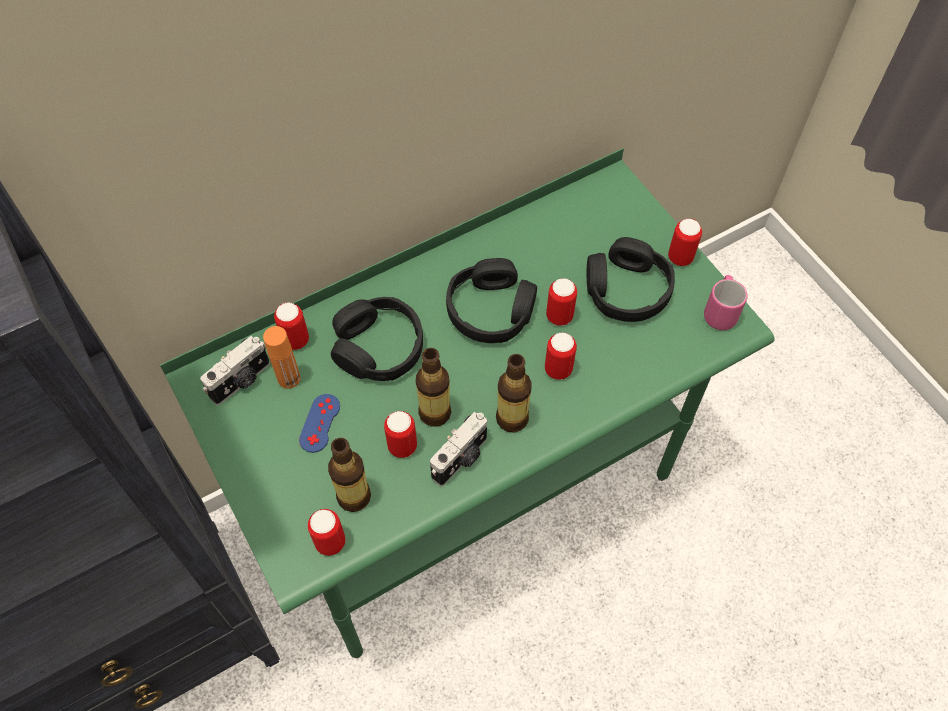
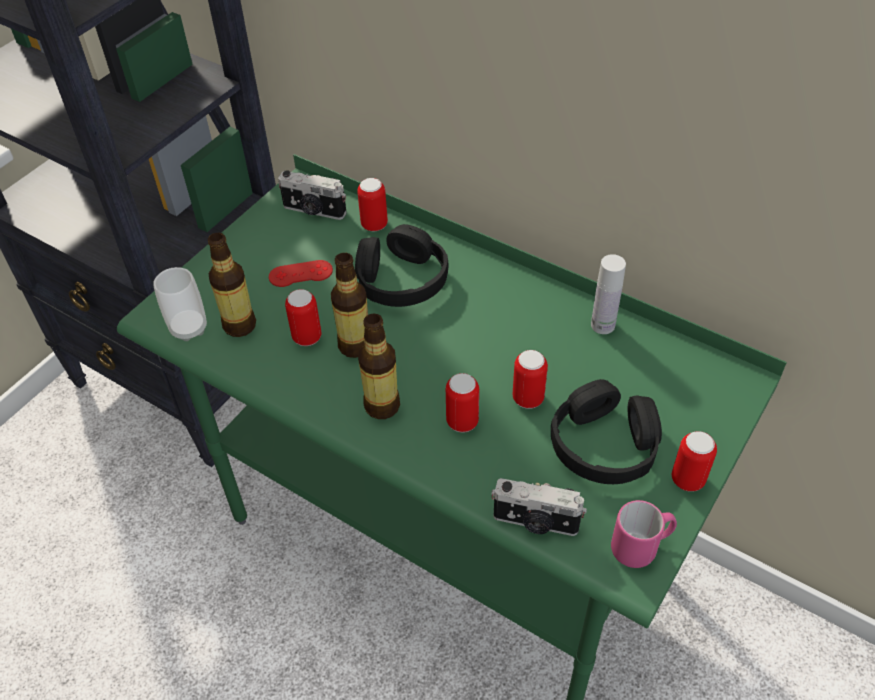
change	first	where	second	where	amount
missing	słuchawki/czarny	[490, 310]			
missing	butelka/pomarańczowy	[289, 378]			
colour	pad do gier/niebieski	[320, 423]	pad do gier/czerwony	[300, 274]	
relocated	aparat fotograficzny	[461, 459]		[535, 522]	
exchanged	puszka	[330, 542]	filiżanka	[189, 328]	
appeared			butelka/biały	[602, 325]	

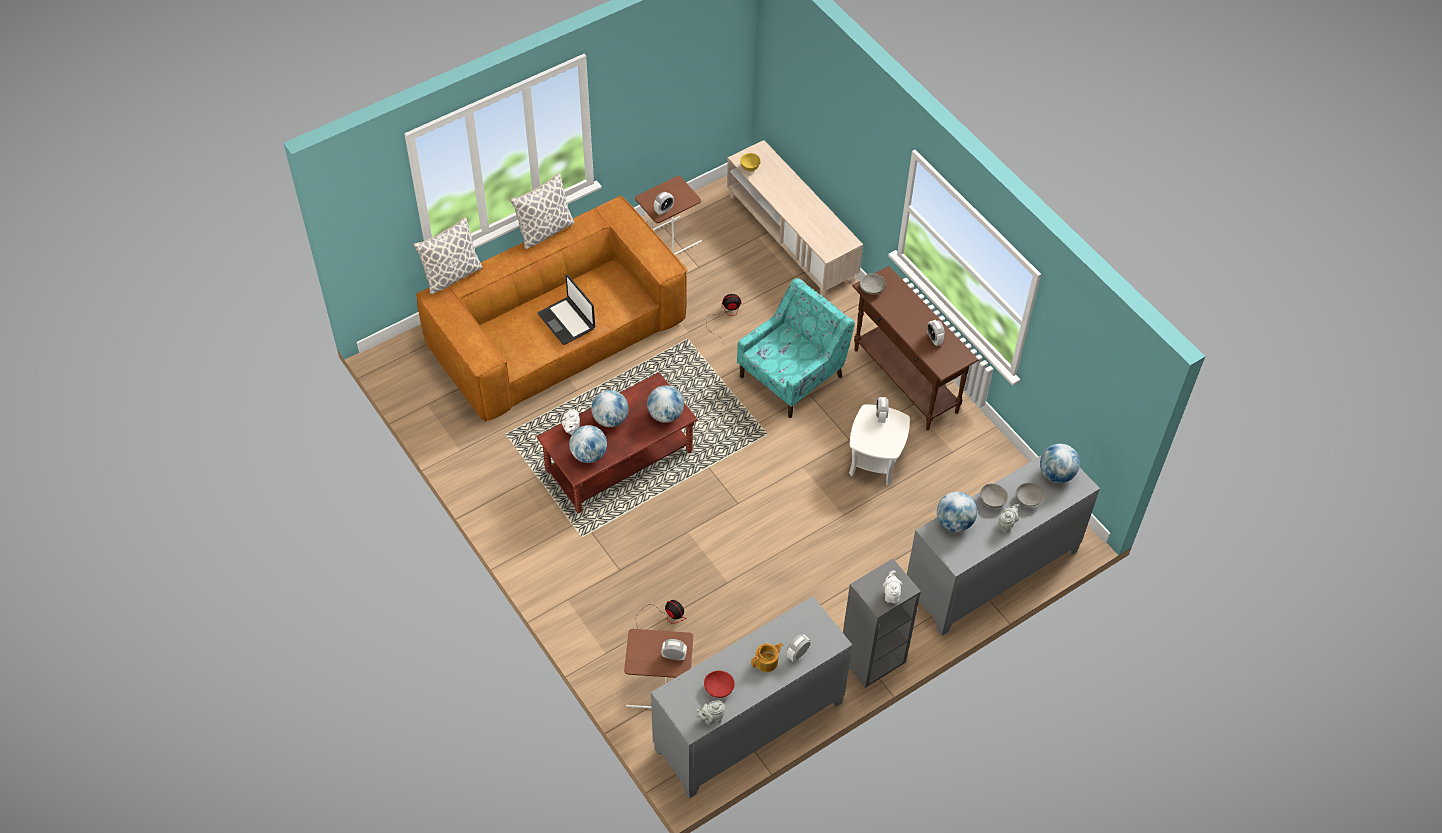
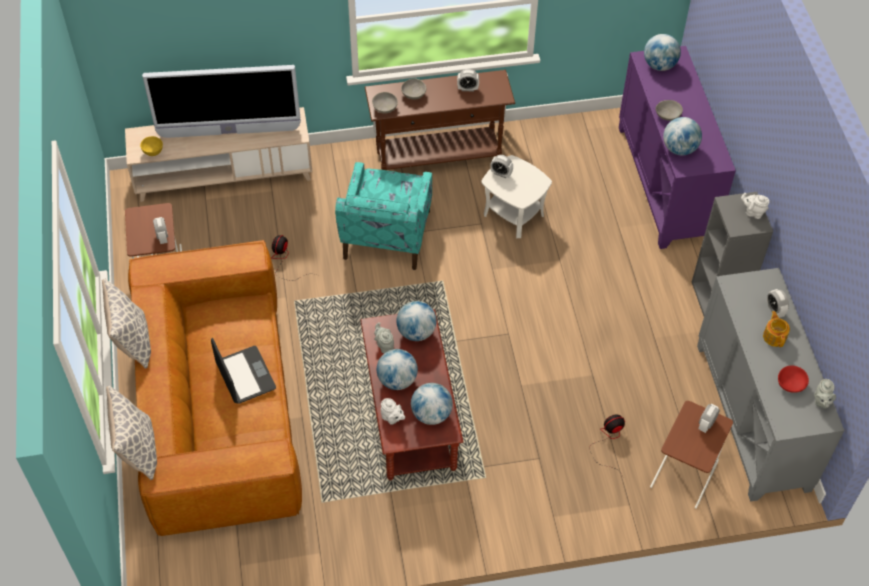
change	first	where	second	where	amount
spun	laptop	[567, 321]		[245, 376]	105 degrees counterclockwise
spun	fotel/turkusowy	[792, 376]		[386, 236]	150 degrees counterclockwise
colour	szafka/szary	[992, 572]	szafka/fioletowy	[665, 183]	
relocated	miska/szary	[1028, 499]		[413, 94]	
relocated	imbryk/szary	[1006, 524]		[384, 345]	
appeared			telewizor	[229, 132]	

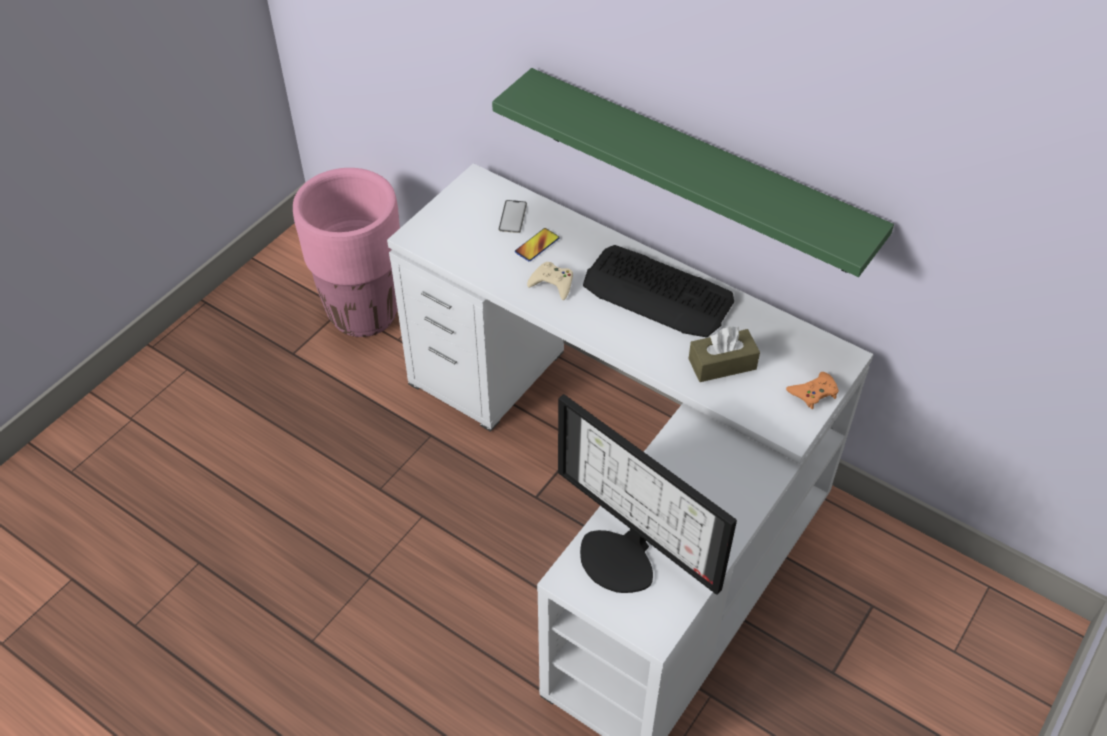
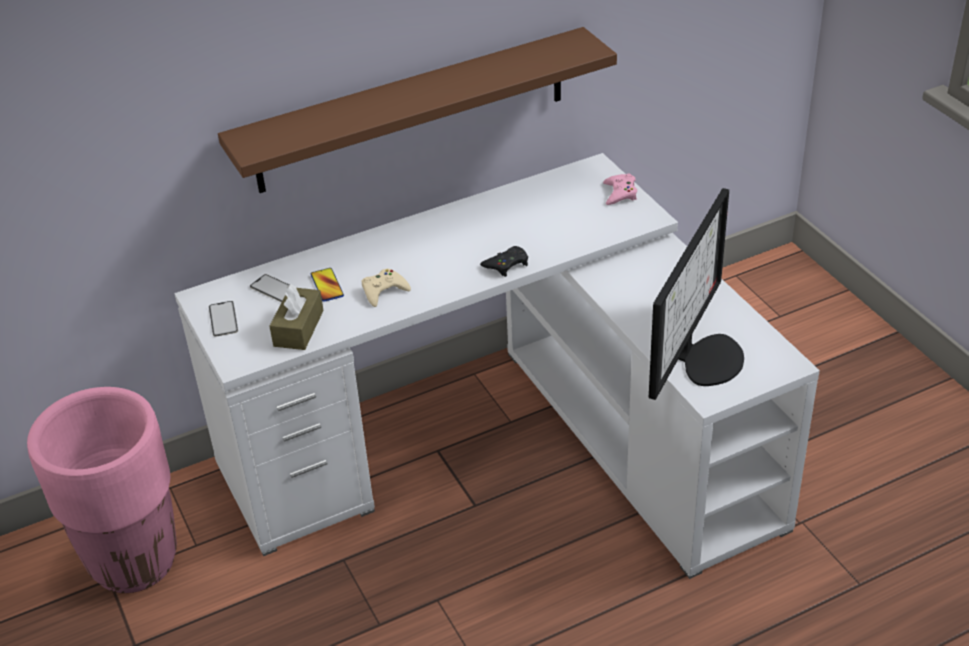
change	first	where	second	where	amount
colour	półka/zielony	[697, 171]	półka/brązowy	[412, 111]	
missing	klawiatura	[657, 293]			
relocated	pudełko chusteczek/brązowy	[722, 364]		[298, 328]	
colour	pad do gier/pomarańczowy	[813, 393]	pad do gier/różowy	[620, 193]	
spun	monitor	[623, 556]		[705, 357]	45 degrees counterclockwise
appeared			pad do gier/czarny	[506, 264]	
appeared			telefon	[223, 319]	

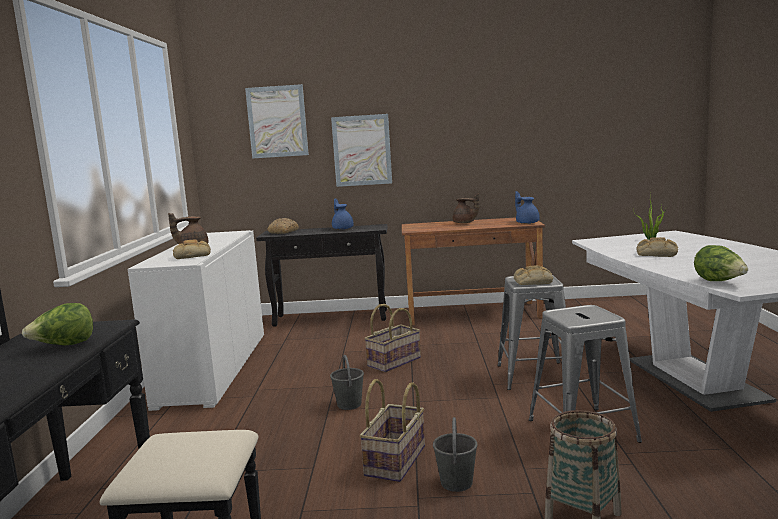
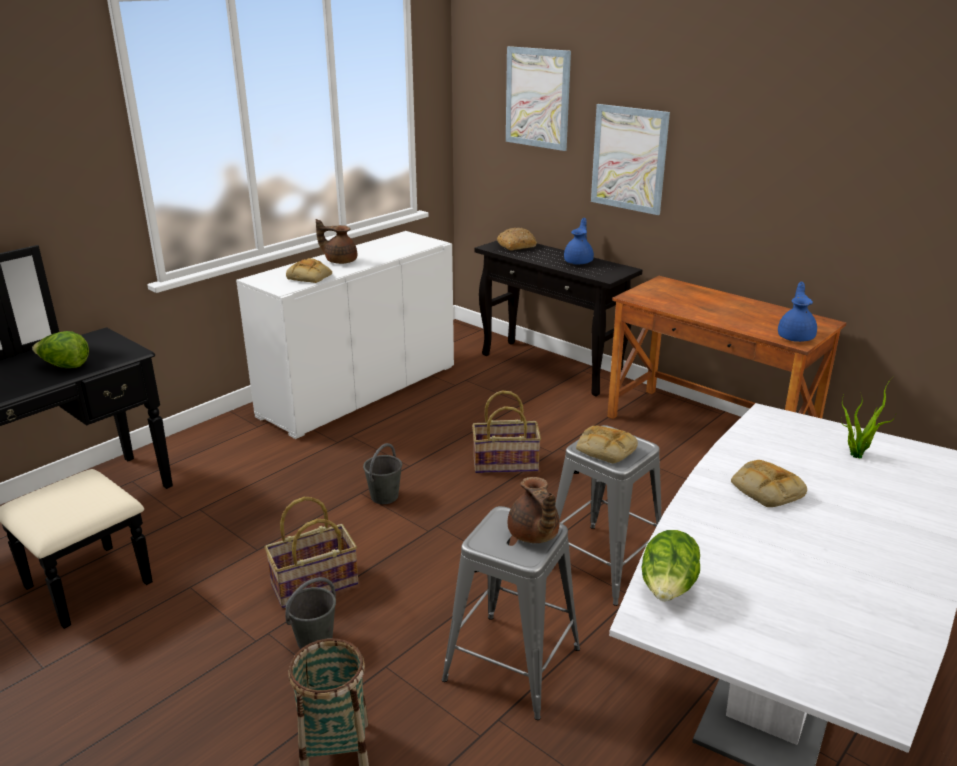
change	first	where	second	where	amount
relocated	imbryk/brązowy	[465, 223]		[533, 535]	

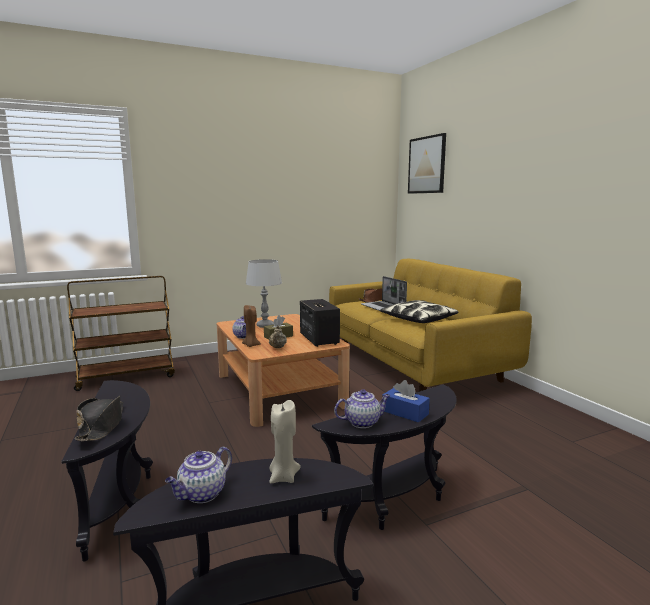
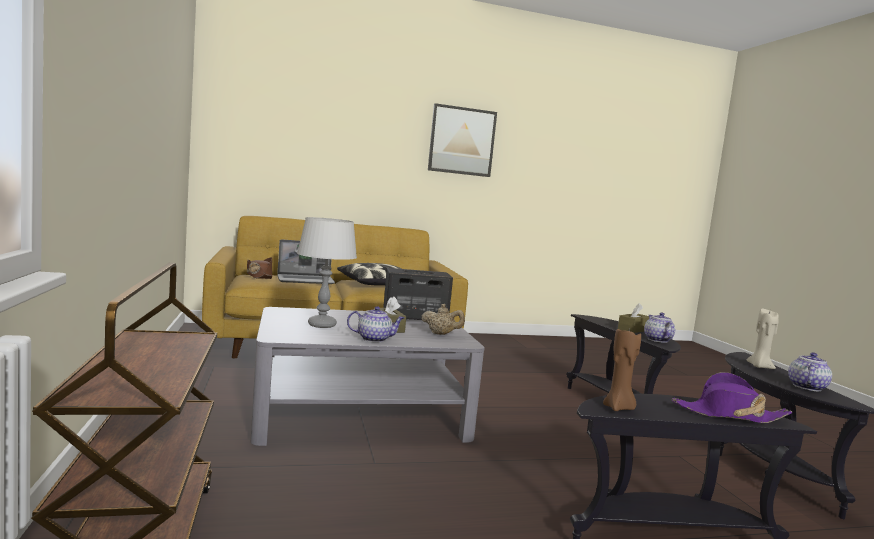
change	first	where	second	where	amount
relocated	obraz	[427, 165]		[462, 141]	
relocated	świeca/brązowy	[251, 345]		[619, 408]	
colour	ława/brązowy	[279, 390]	ława/szary	[360, 413]	
colour	pudełko chusteczek/niebieski	[405, 412]	pudełko chusteczek/brązowy	[633, 329]	
colour	kapelusz/czarny	[102, 426]	kapelusz/fioletowy	[729, 414]	
spun	imbryk	[201, 494]		[806, 387]	105 degrees counterclockwise

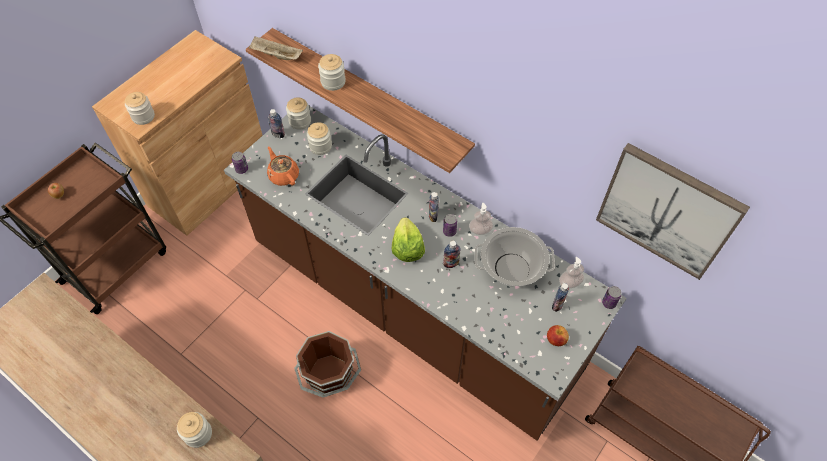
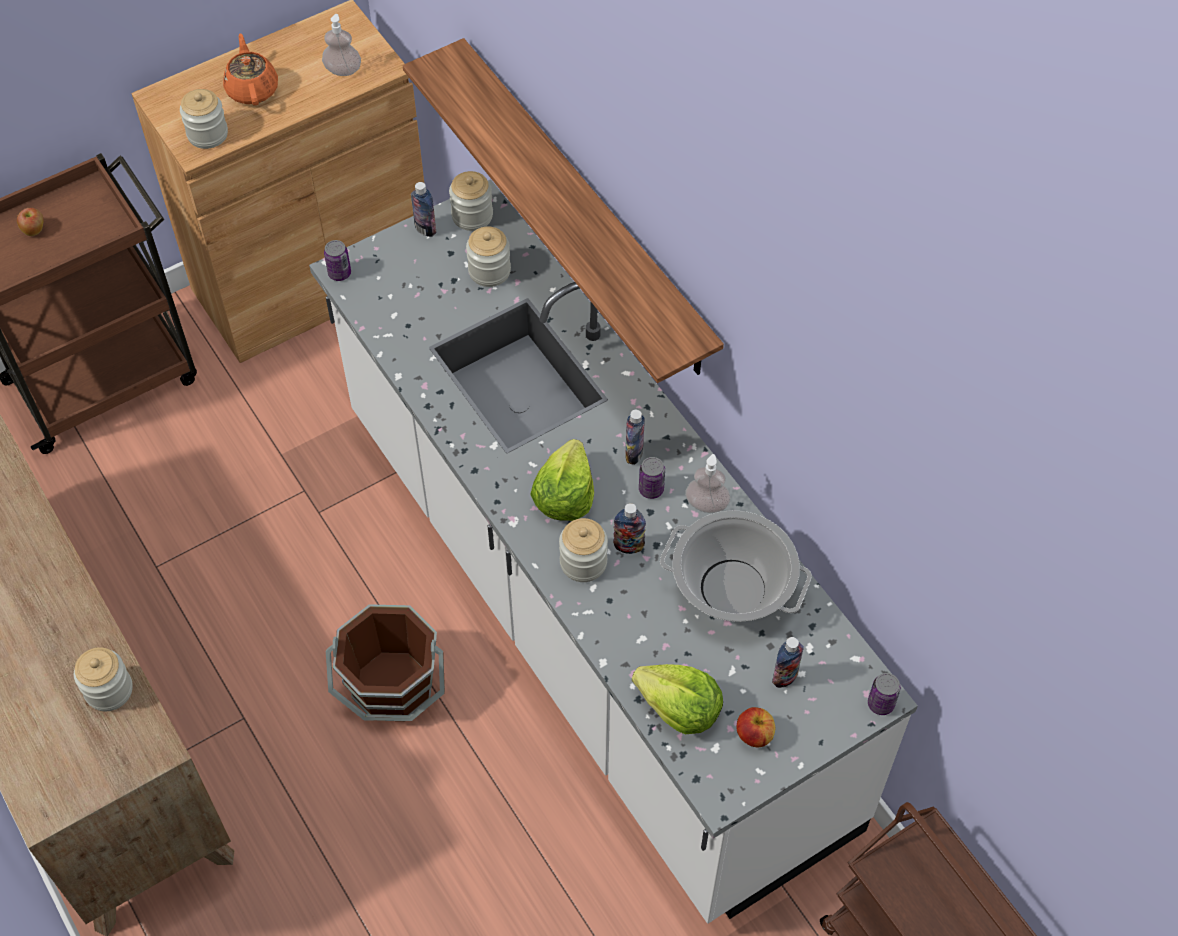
change	first	where	second	where	amount
missing	taca/beżowy	[276, 56]			
relocated	słoik	[333, 82]		[583, 562]	
colour	zabudowa kuchenna/brązowy	[413, 307]	zabudowa kuchenna/biały	[588, 616]	
missing	obraz	[667, 211]			
relocated	imbryk/pomarańczowy	[283, 175]		[252, 89]	
relocated	dozownik mydła	[569, 283]		[343, 70]	
appeared			sałata	[679, 709]	

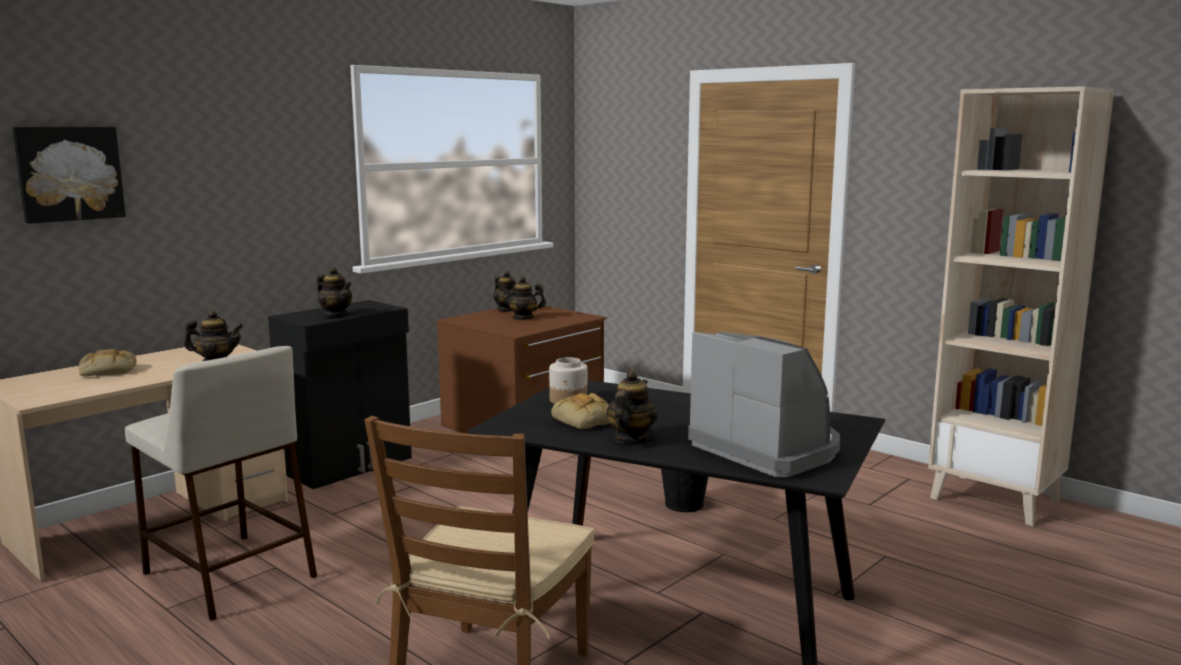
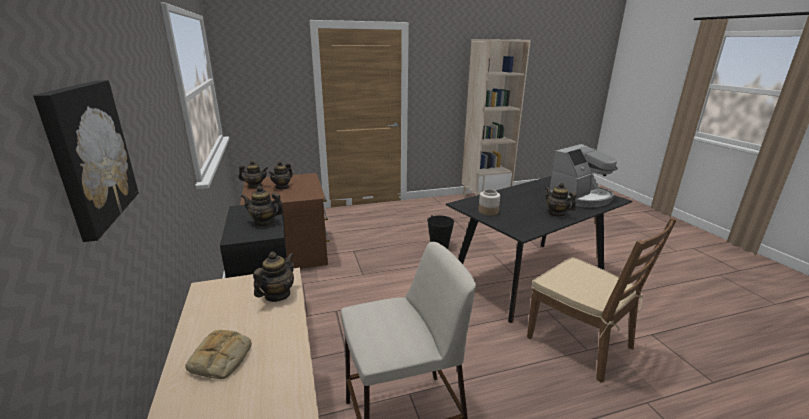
change	first	where	second	where	amount
spun	imbryk	[336, 315]		[264, 222]	150 degrees counterclockwise
spun	ekspres do kawy	[767, 448]		[580, 197]	150 degrees clockwise
missing	chleb	[586, 420]			

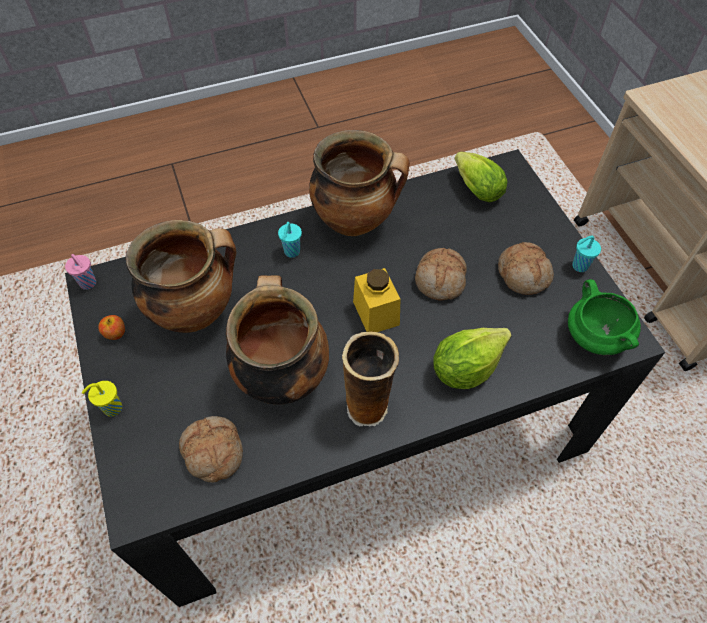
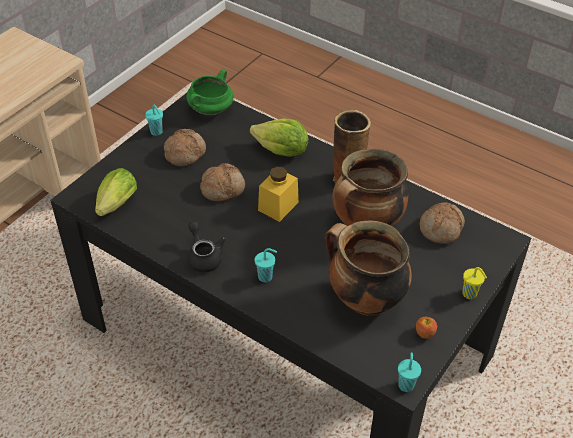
change	first	where	second	where	amount
exchanged	garnek	[356, 220]	imbryk/czarny	[204, 256]	
colour	filiżanka/różowy	[88, 284]	filiżanka/turkusowy	[406, 384]	

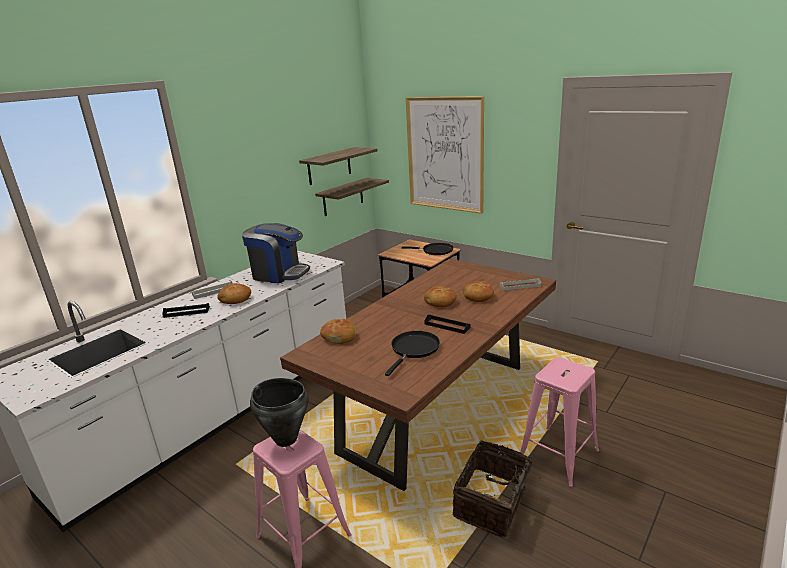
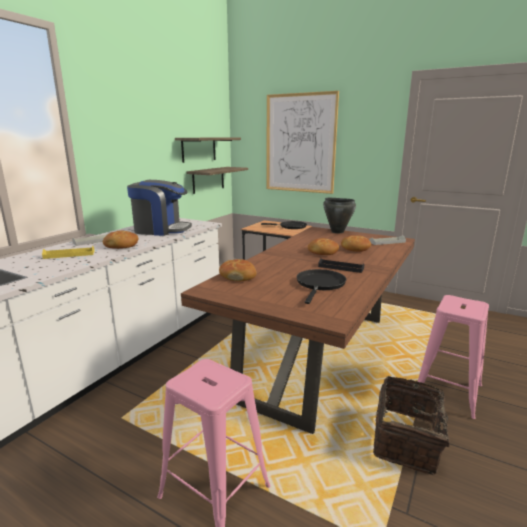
change	first	where	second	where	amount
colour	taca/czarny	[186, 312]	taca/żółty	[69, 254]	
relocated	garnek/czarny	[286, 439]		[337, 231]	

